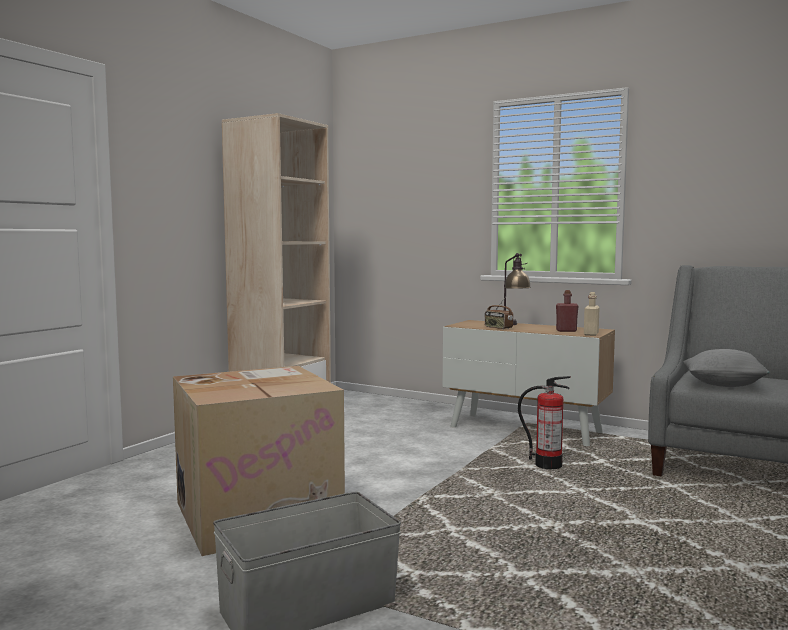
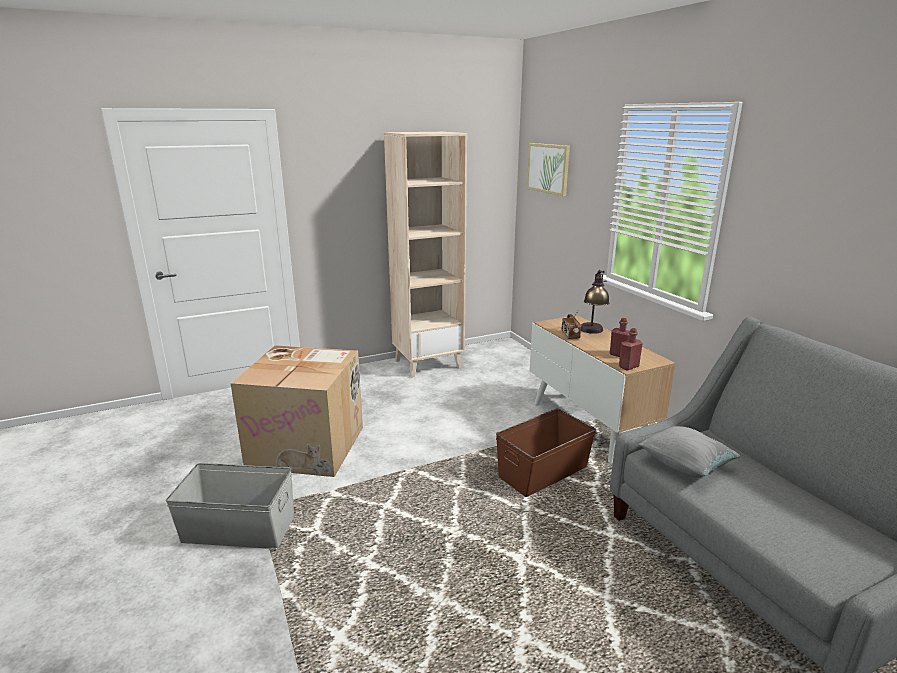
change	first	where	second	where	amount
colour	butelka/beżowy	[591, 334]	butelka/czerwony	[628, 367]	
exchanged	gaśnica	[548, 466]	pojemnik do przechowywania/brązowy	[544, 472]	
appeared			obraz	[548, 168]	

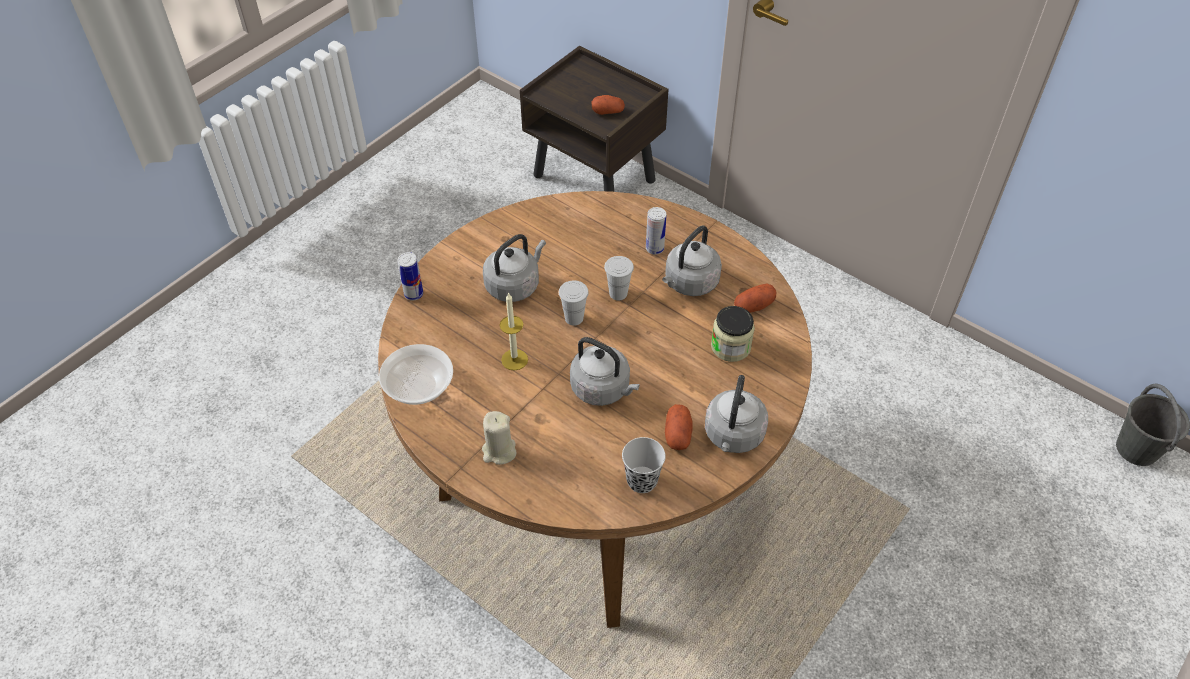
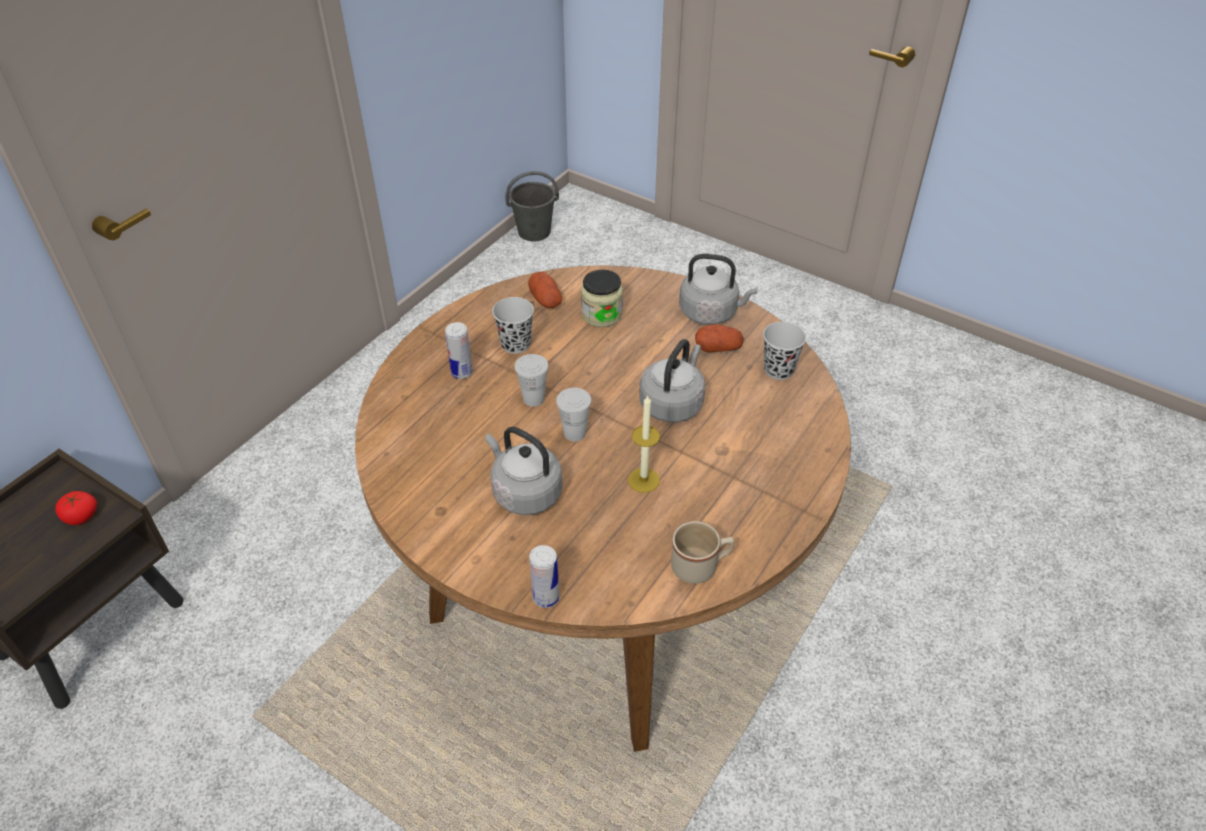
change	first	where	second	where	amount
exchanged	ziemniak	[608, 111]	pomidor	[81, 516]	
exchanged	czajnik/szary	[689, 283]	filiżanka/czarny	[515, 344]	
exchanged	miska	[419, 387]	kubek/beżowy	[700, 566]	
missing	świeca/beżowy	[499, 451]			

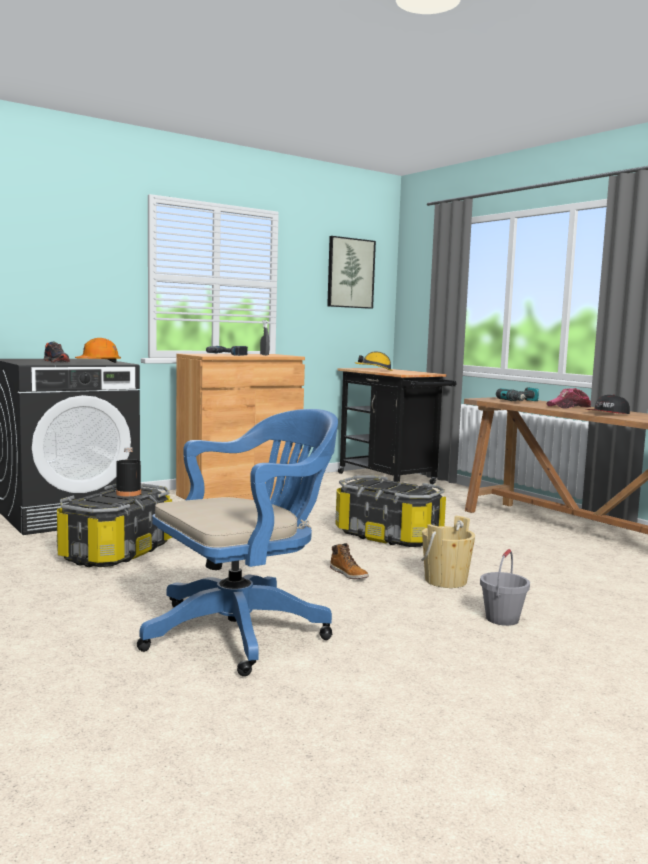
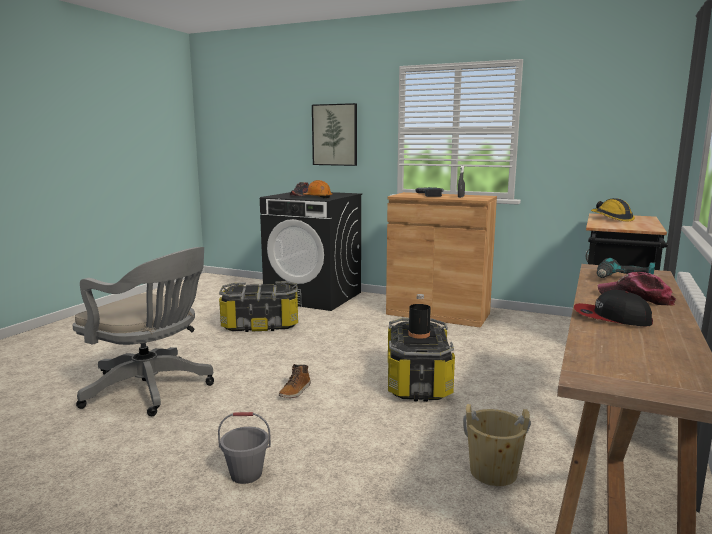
change	first	where	second	where	amount
relocated	obraz	[350, 273]		[335, 135]	
colour	krzesło biurowe/niebieski	[244, 630]	krzesło biurowe/szary	[152, 389]	
relocated	butelka/czarny	[128, 493]		[419, 334]	
relocated	wiadro/beżowy	[445, 581]		[493, 472]	

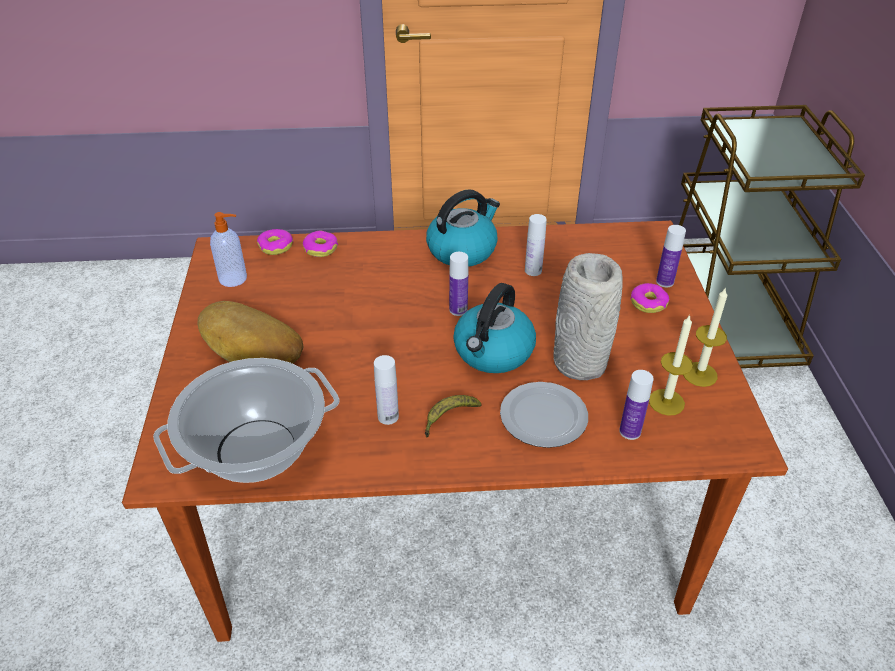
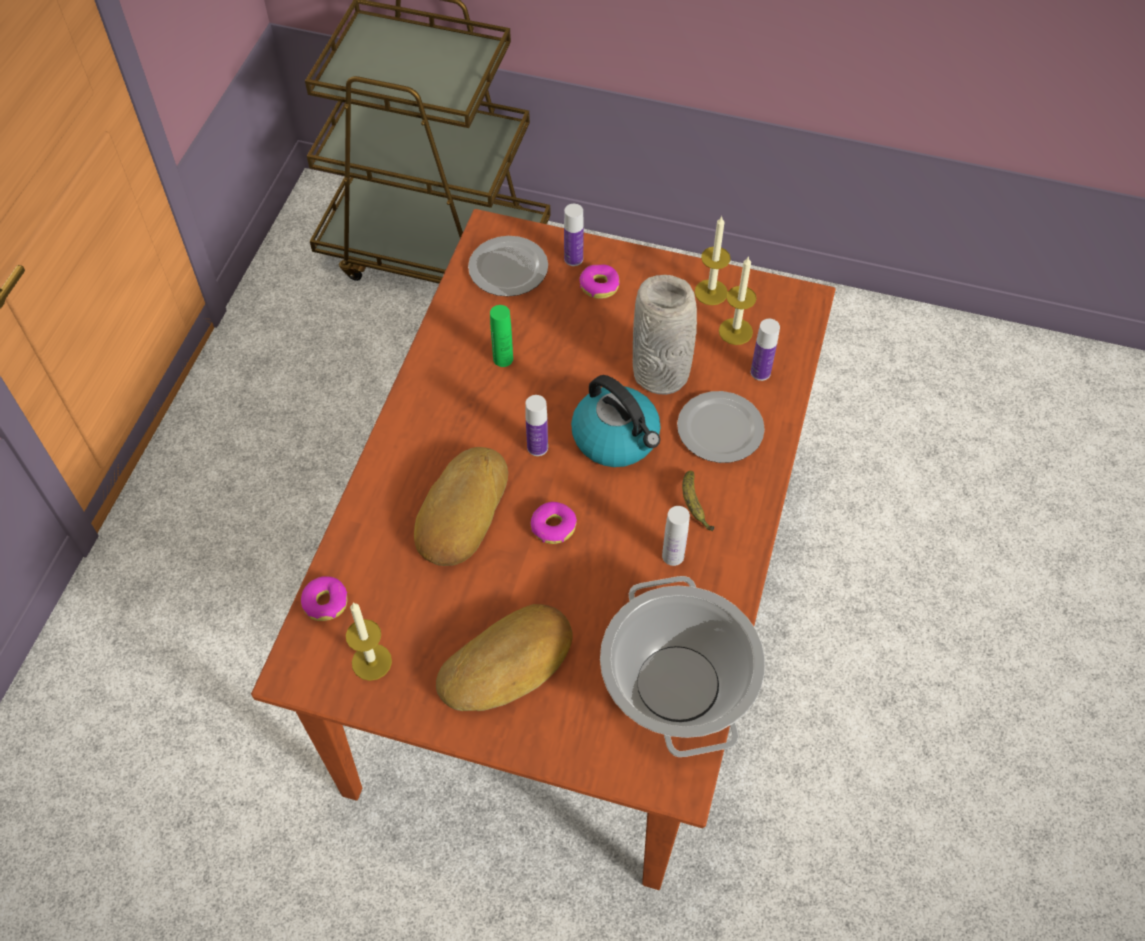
change	first	where	second	where	amount
missing	czajnik	[462, 250]			
exchanged	dozownik mydła	[234, 278]	świeca	[371, 662]	
colour	butelka/biały	[533, 270]	butelka/zielony	[503, 359]	
relocated	donut	[320, 248]		[553, 526]	
appeared			talerz	[507, 270]	
appeared			chleb	[459, 511]	

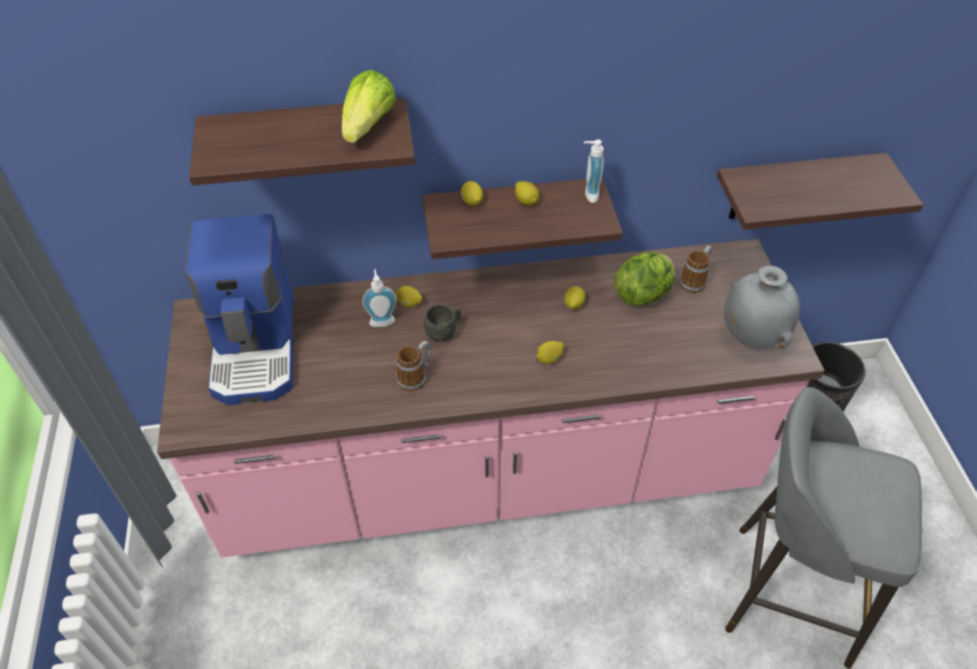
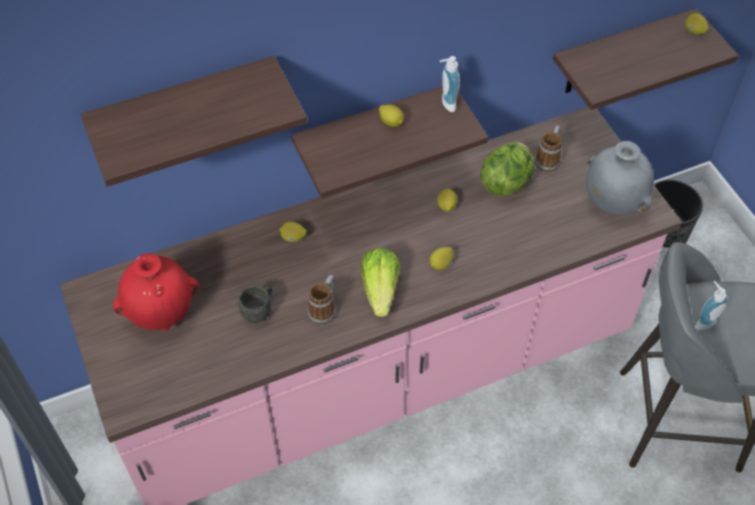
change	first	where	second	where	amount
relocated	sałata	[368, 126]		[380, 290]	
relocated	cytryna	[472, 202]		[694, 32]	
exchanged	ekspres do kawy	[257, 347]	wazon/czerwony	[162, 313]	
relocated	dozownik mydła	[382, 320]		[703, 321]	
relocated	kubek/szary	[444, 331]		[259, 310]	

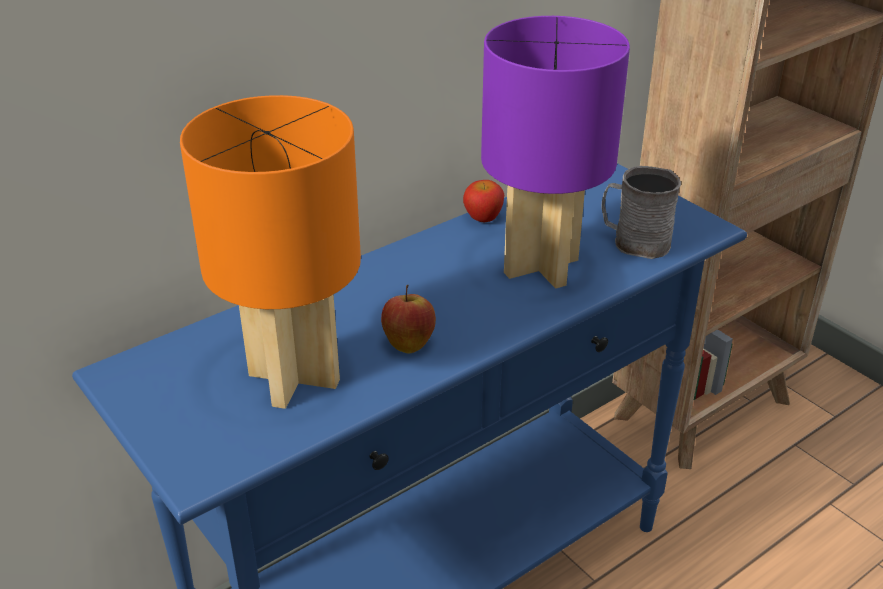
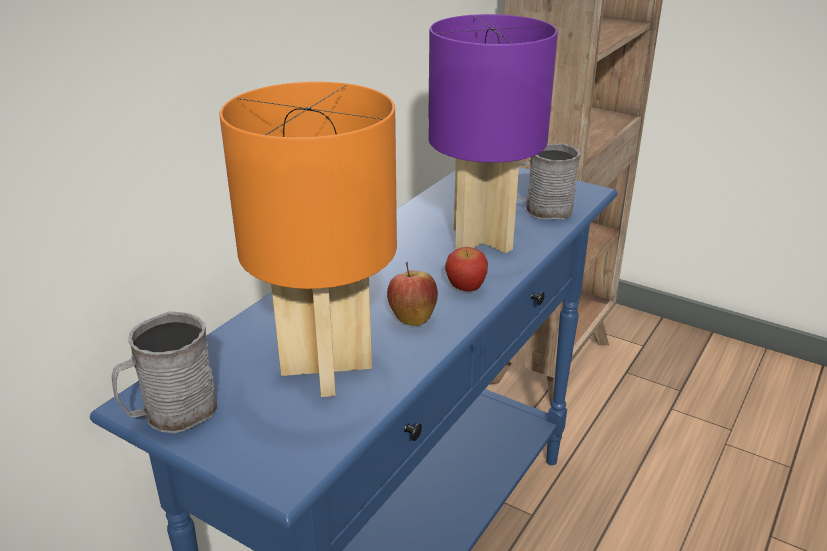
change	first	where	second	where	amount
relocated	jabłko	[483, 217]		[465, 286]	
appeared			kubek/szary	[171, 413]	

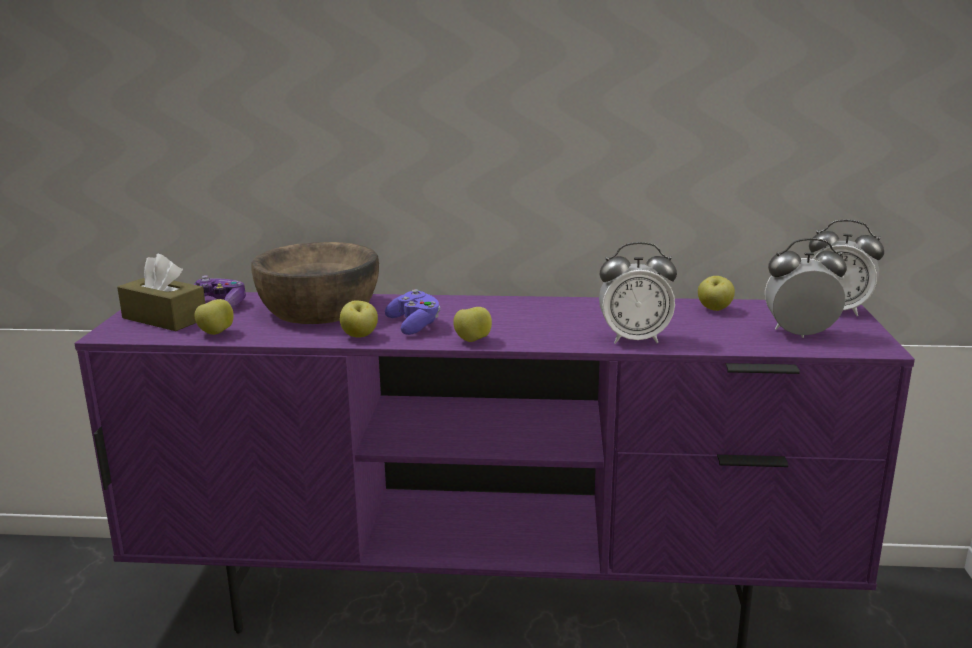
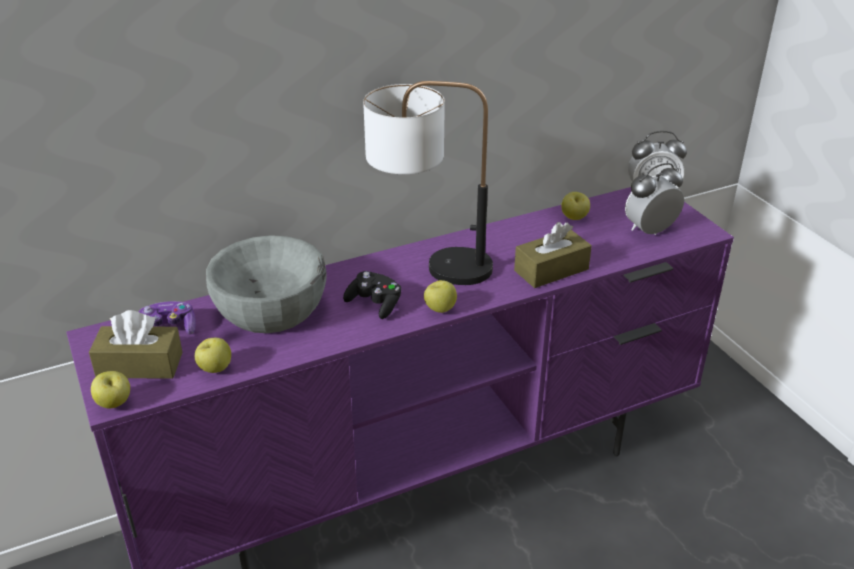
change	first	where	second	where	amount
colour	miska/brązowy	[319, 308]	miska/szary	[270, 307]	
exchanged	budzik	[634, 339]	pudełko chusteczek/brązowy	[551, 270]	
colour	pad do gier/fioletowy	[414, 325]	pad do gier/czarny	[375, 304]	
relocated	jabłko	[359, 336]		[114, 403]	
appeared			lampa stołowa	[429, 266]	

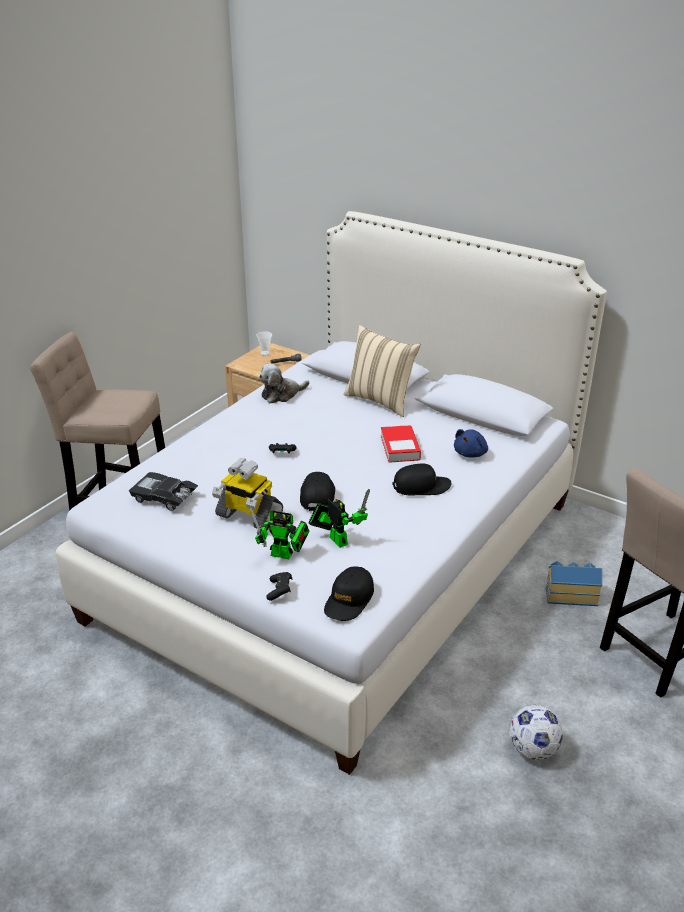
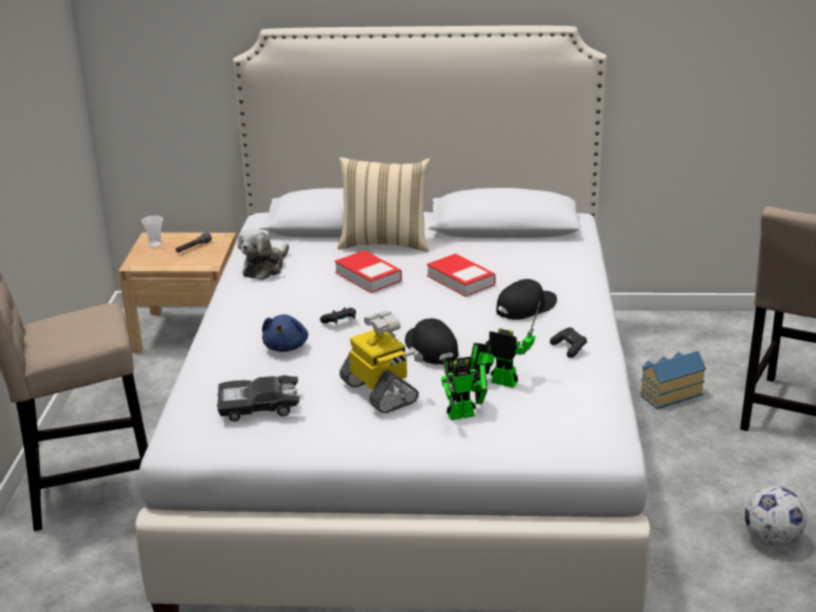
change	first	where	second	where	amount
relocated	pluszak/niebieski	[471, 453]		[286, 346]	
spun	robot zabawkowy	[248, 516]		[381, 392]	120 degrees counterclockwise
missing	czapka z daszkiem/czarny	[349, 600]			
relocated	pad do gier/czarny	[280, 590]		[569, 348]	
appeared			książka	[368, 277]	

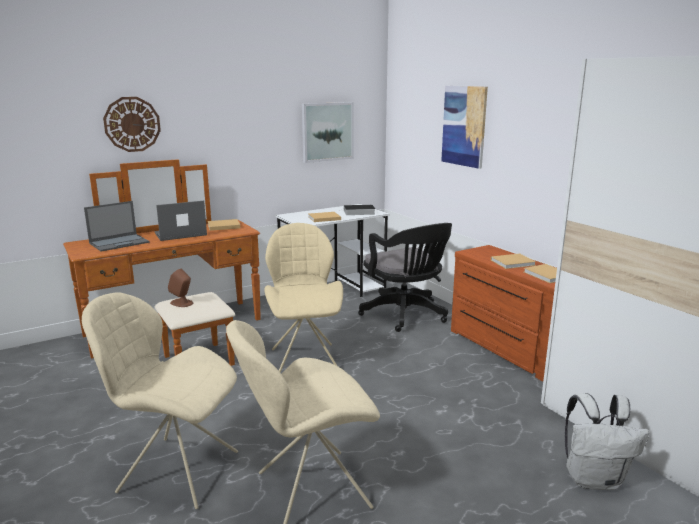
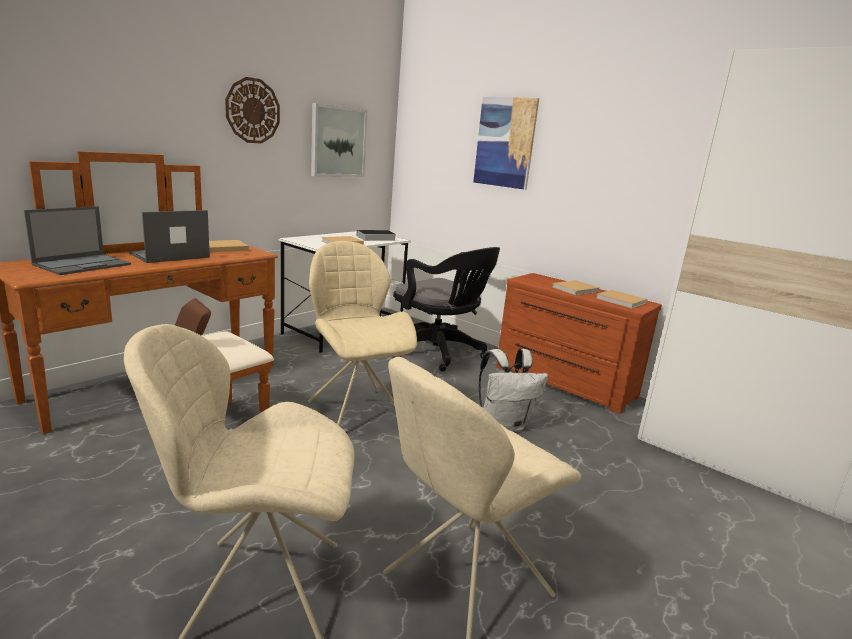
change	first	where	second	where	amount
relocated	zegar ścienny	[132, 124]		[252, 111]	
relocated	plecak/biały	[594, 479]		[504, 425]	

